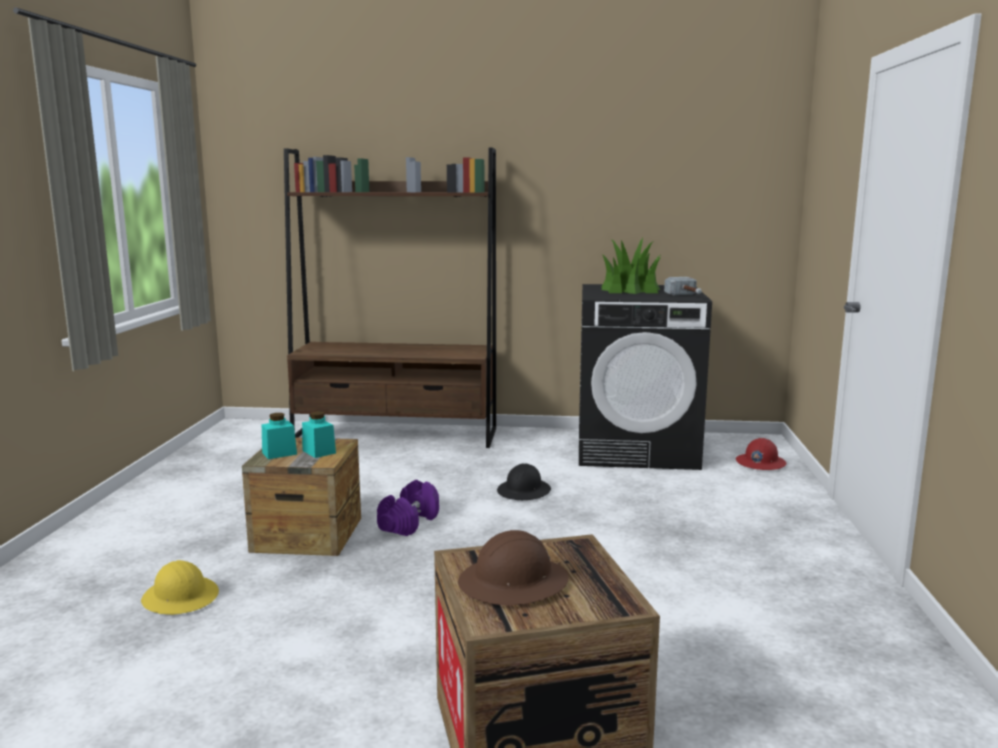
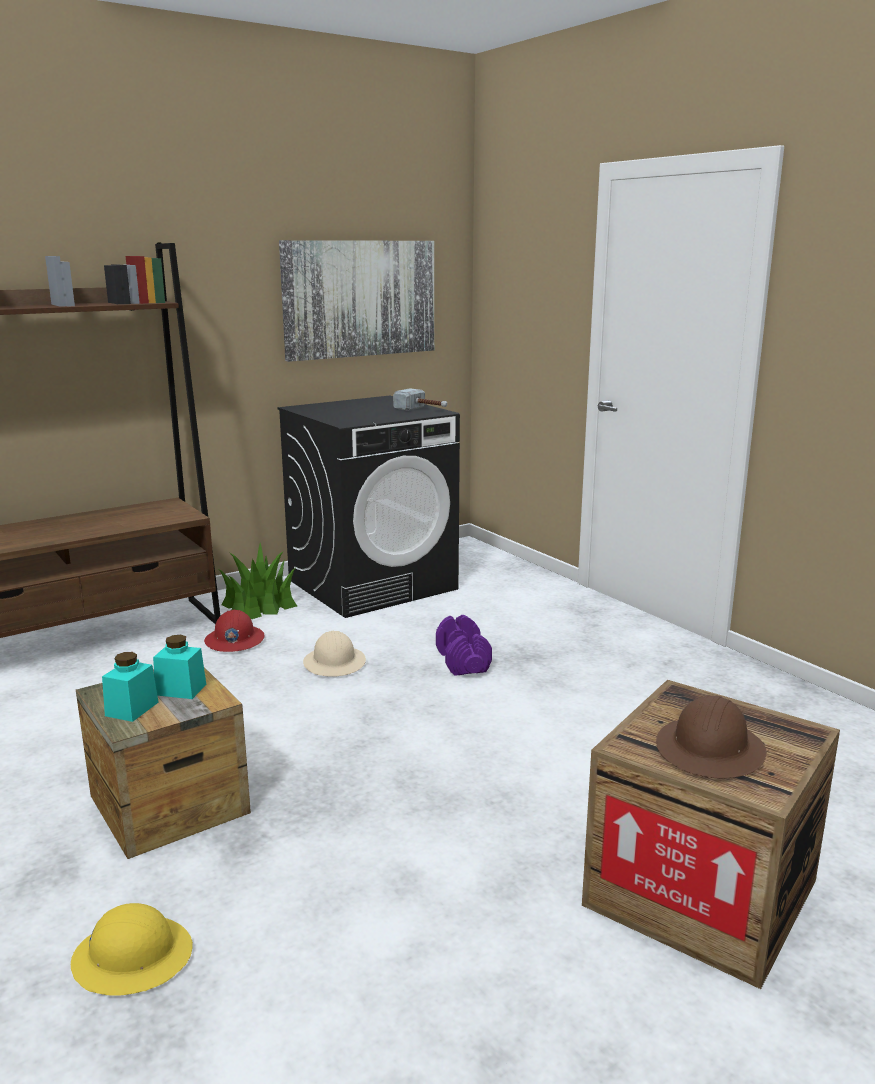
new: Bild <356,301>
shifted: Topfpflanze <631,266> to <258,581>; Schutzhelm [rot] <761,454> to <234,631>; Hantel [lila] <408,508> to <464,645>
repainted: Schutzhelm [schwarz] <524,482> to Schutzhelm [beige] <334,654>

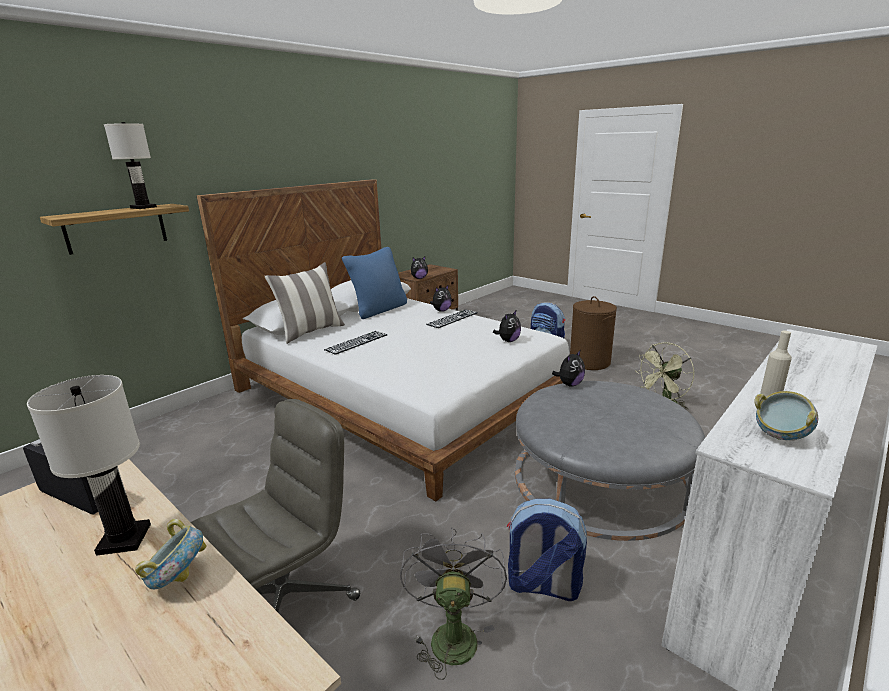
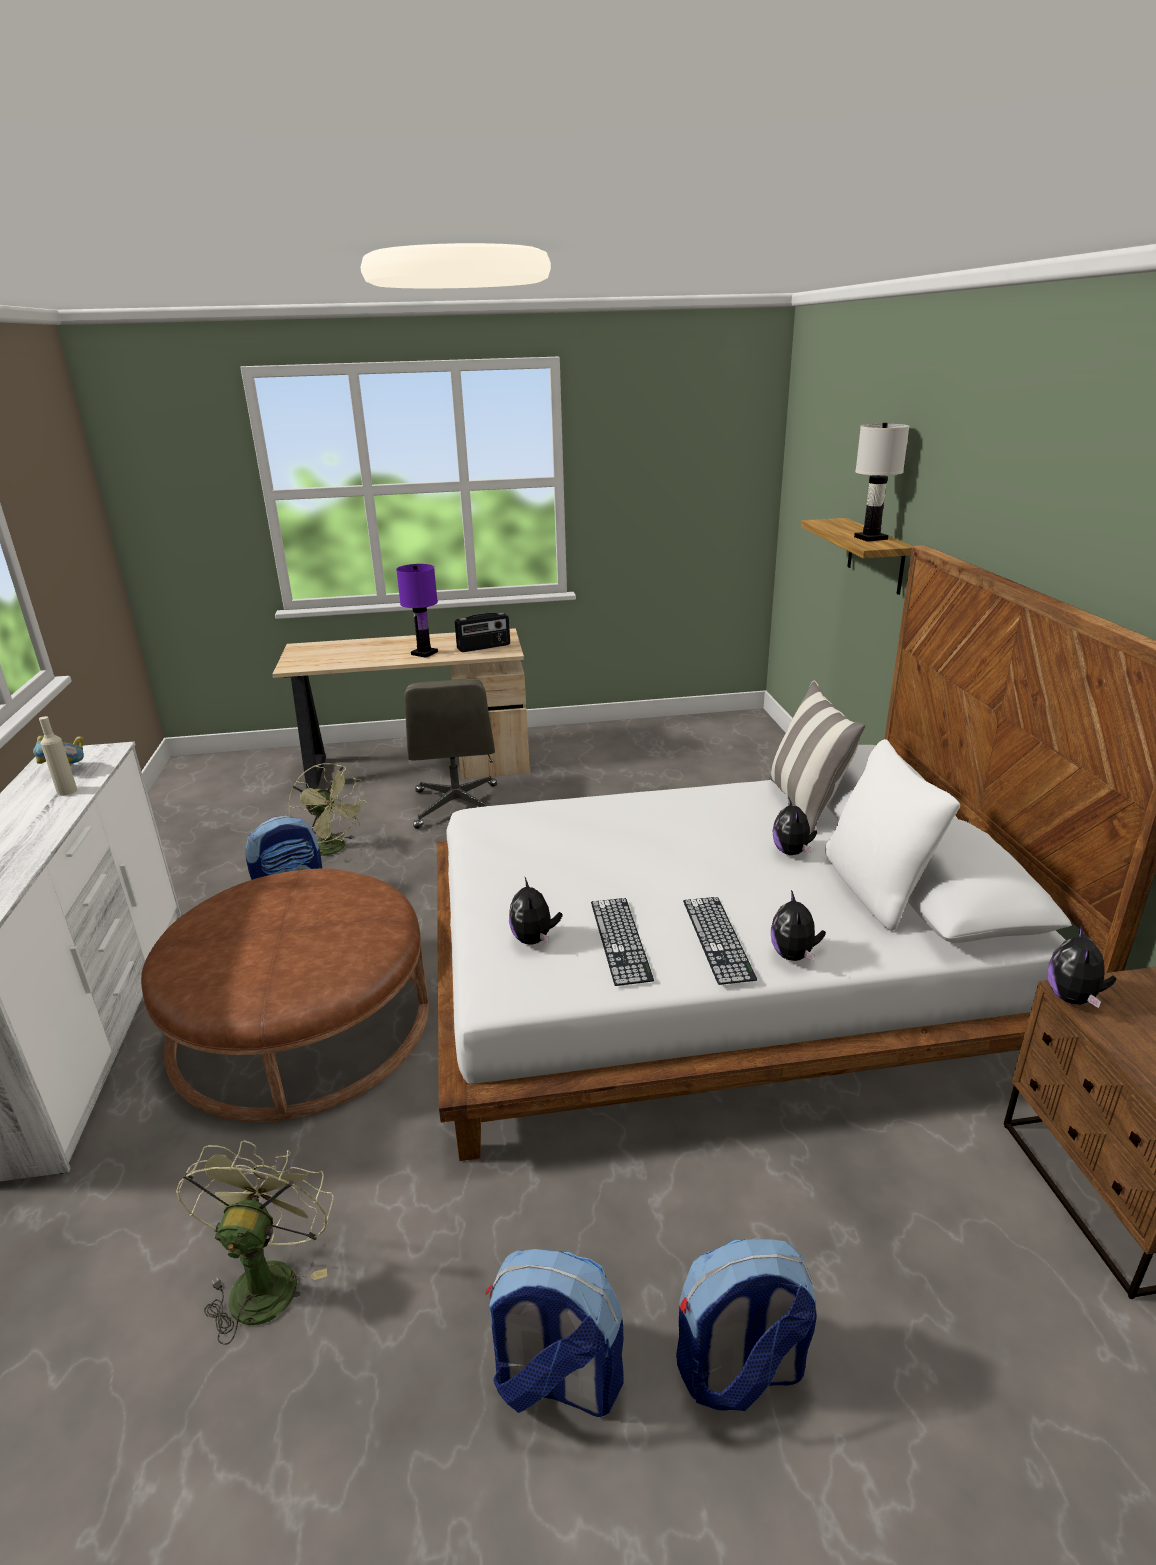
gone: Schüssel <170,554>
shifted: Tastatur <355,343> to <622,942>; Plüschtier <568,369> to <794,825>
swapped: Wäschekorb [braun] <593,333> to Rucksack <554,1333>
repainted: Kissen [blau] <374,283> to Kissen [weiß] <892,835>; Tischlampe [weiß] <89,465> to Tischlampe [lila] <417,611>; Polsterhocker [grau] <610,461> to Polsterhocker [braun] <285,995>; Ventilator [grau] <453,603> to Ventilator [grün] <327,809>

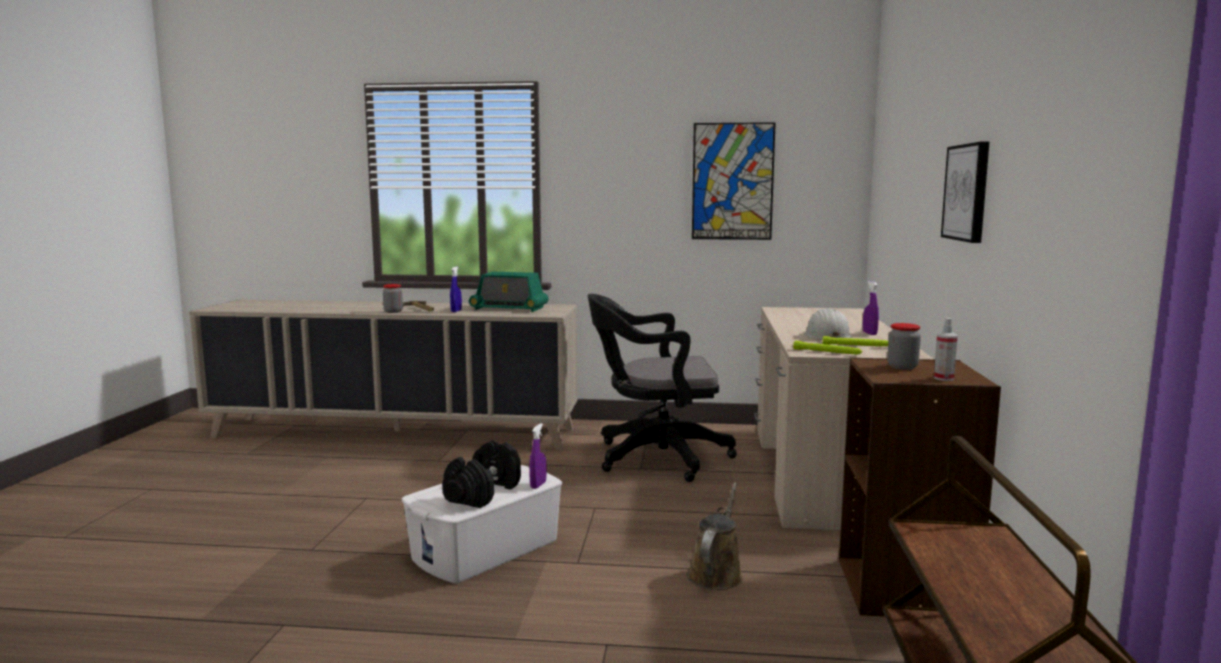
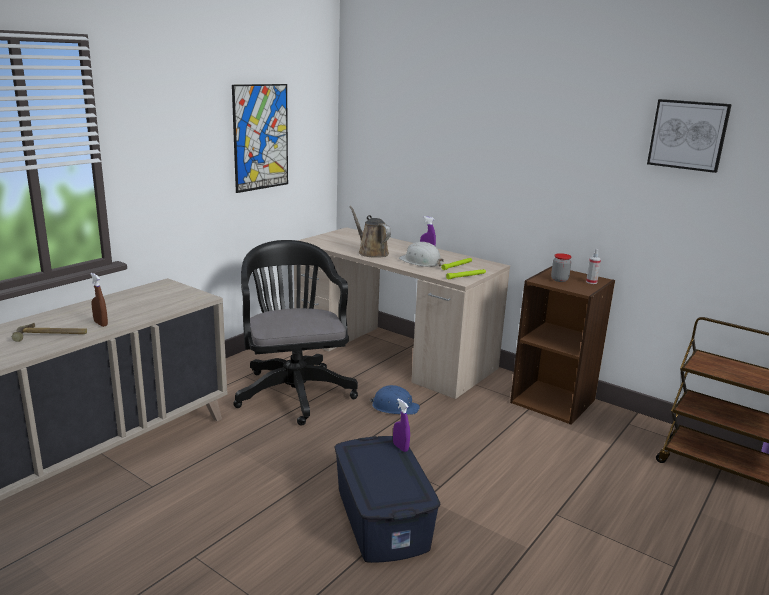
gone: Radio <509,292>; Vorratsglas <393,298>; Hantel [schwarz] <481,474>
new: Schutzhelm [blau] <394,399>
shifted: Bild <965,192> to <689,136>; Gießkanne [braun] <715,536> to <370,232>
repainted: Sprühflasche [blau] <456,289> to Sprühflasche [braun] <99,300>; Aufbewahrungsbox [weiß] <482,524> to Aufbewahrungsbox [blau] <388,499>
rotated: Bürostuhl [schwarz] <662,388> = <295,333> 135 degrees clockwise

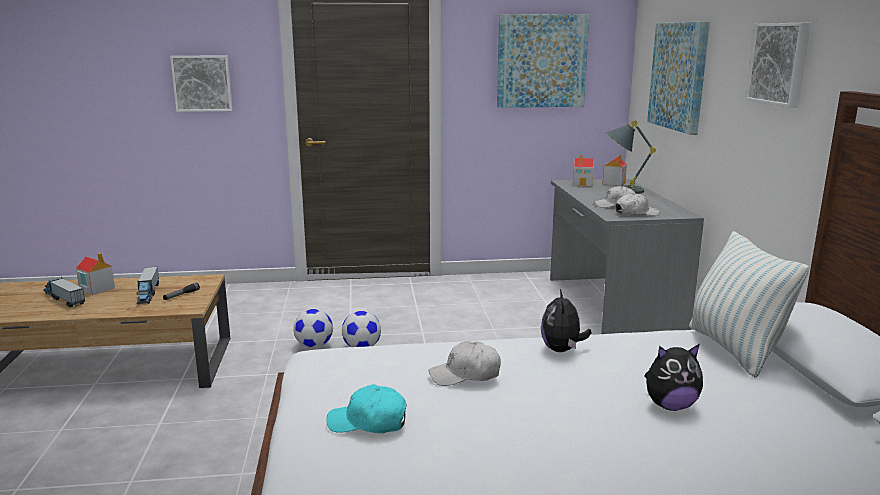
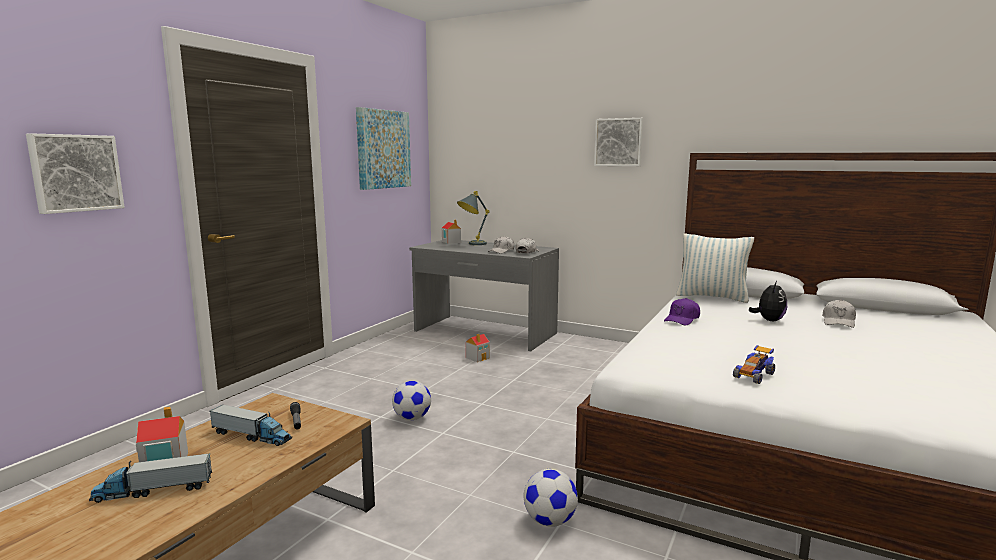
gone: Bild <678,78>
shifted: Spielzeughaus <583,170> to <478,348>; Fußball <313,328> to <551,498>; Kappe [weiß] <465,363> to <839,314>
swapped: Plüschtier <566,320> to Kappe [lila] <682,312>; Kappe [türkis] <367,408> to Spielzeugauto <754,364>

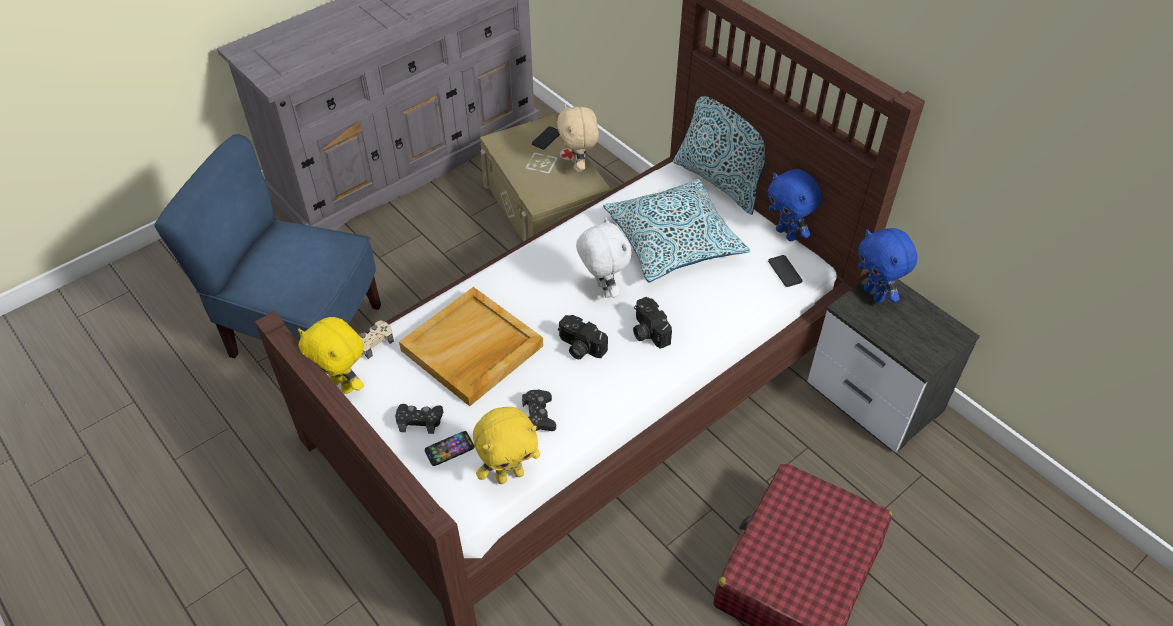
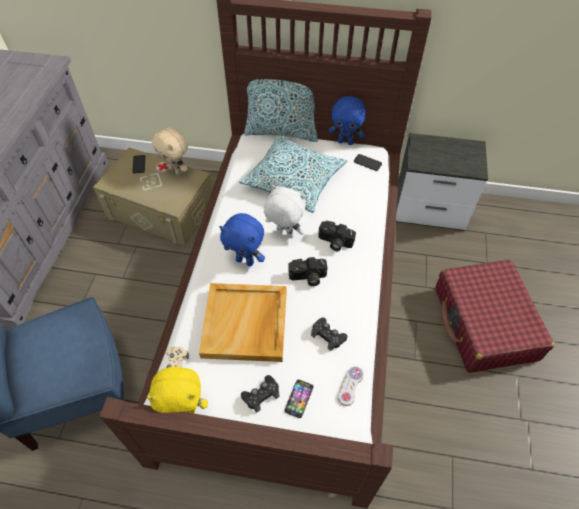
shifted: Plüschtier [blau] <888,265> to <242,239>
swapped: Plüschtier [gelb] <506,445> to Gamepad [weiß] <351,386>

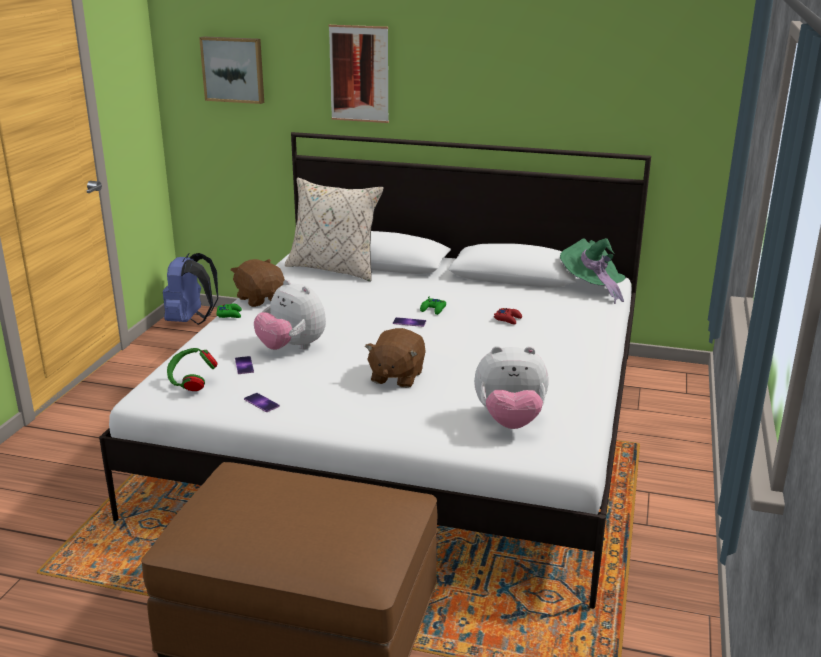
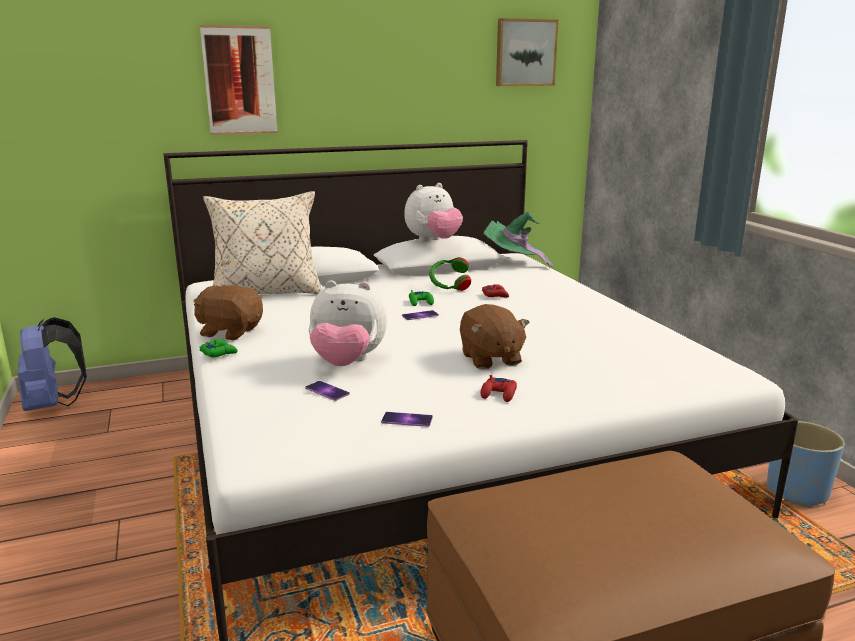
new: Gamepad [rot] <499,388>; Pflanzkübel [blau] <806,464>
shifted: Bild <231,70> to <527,52>; Plüschtier <511,387> to <433,212>; Kopfhörer [grün] <192,369> to <450,274>

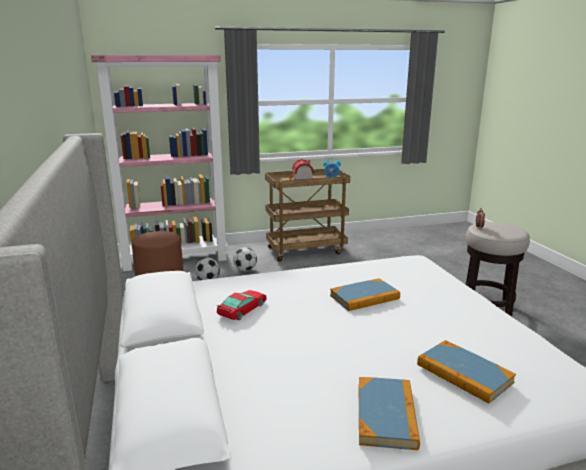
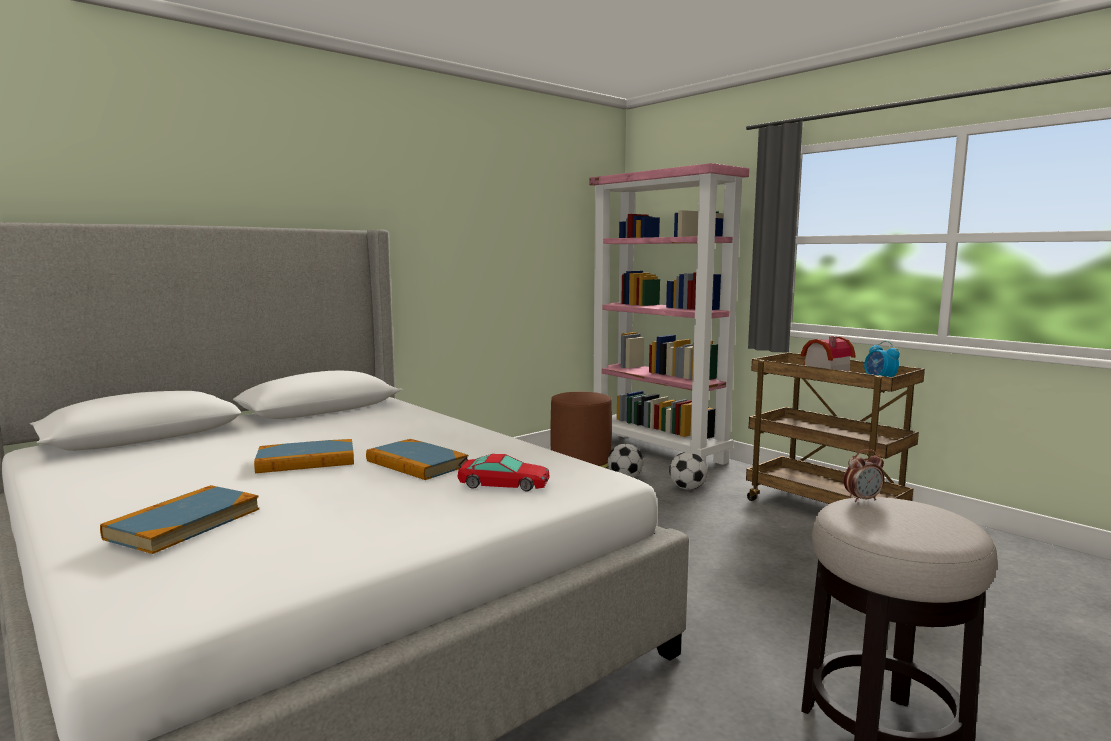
shifted: Spielzeugauto <242,305> to <503,472>; Buch <389,413> to <304,456>

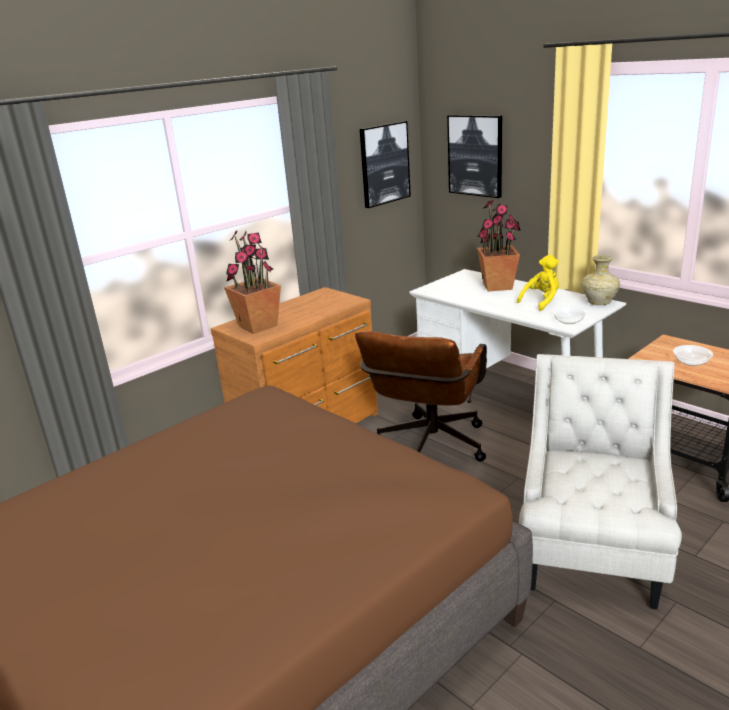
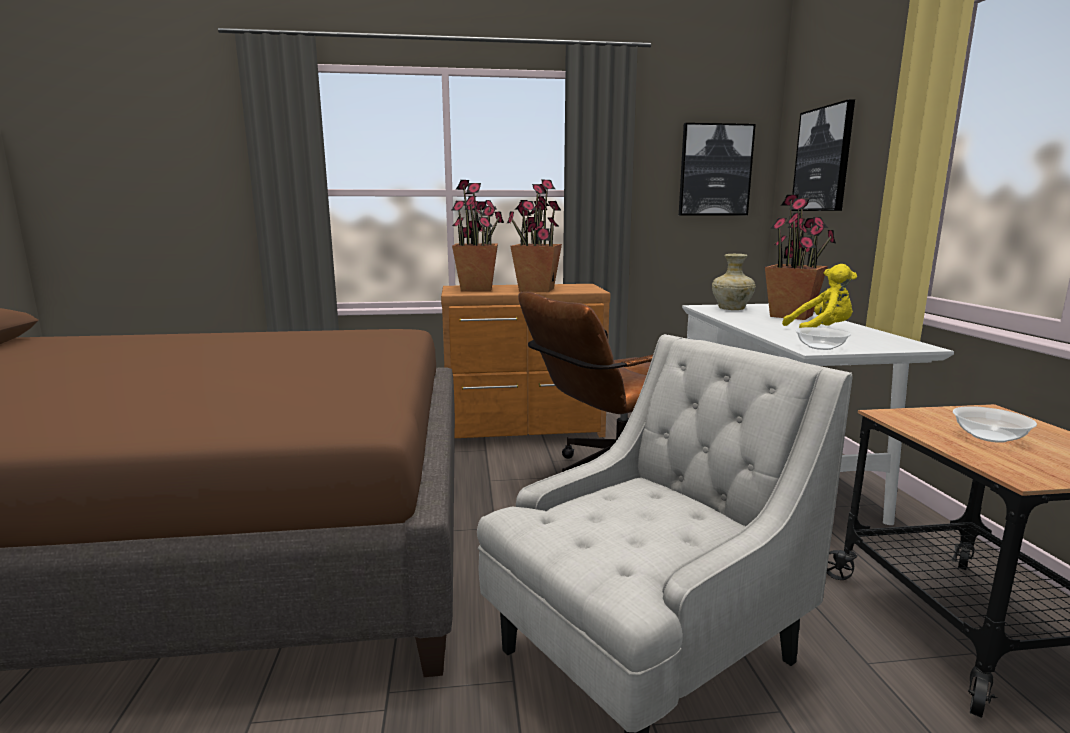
new: Topfpflanze <534,235>
shifted: Vase [beige] <601,280> to <733,282>

